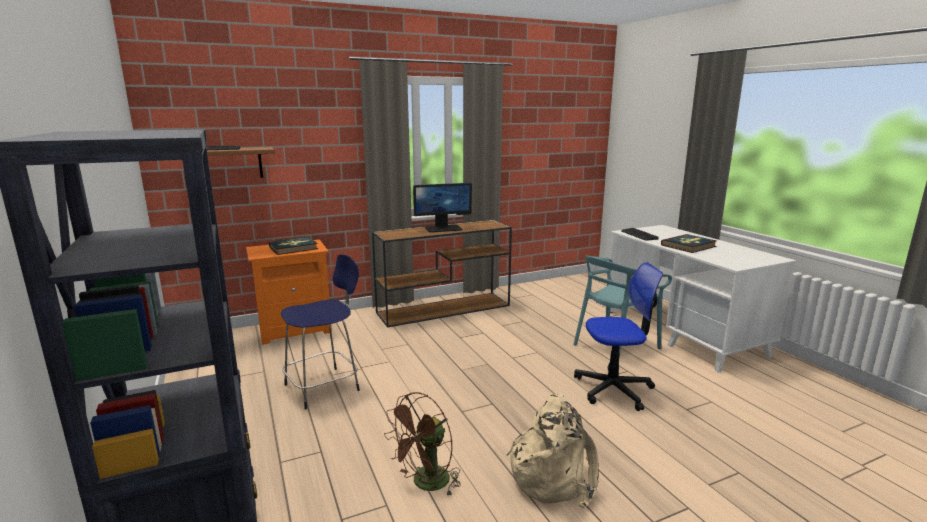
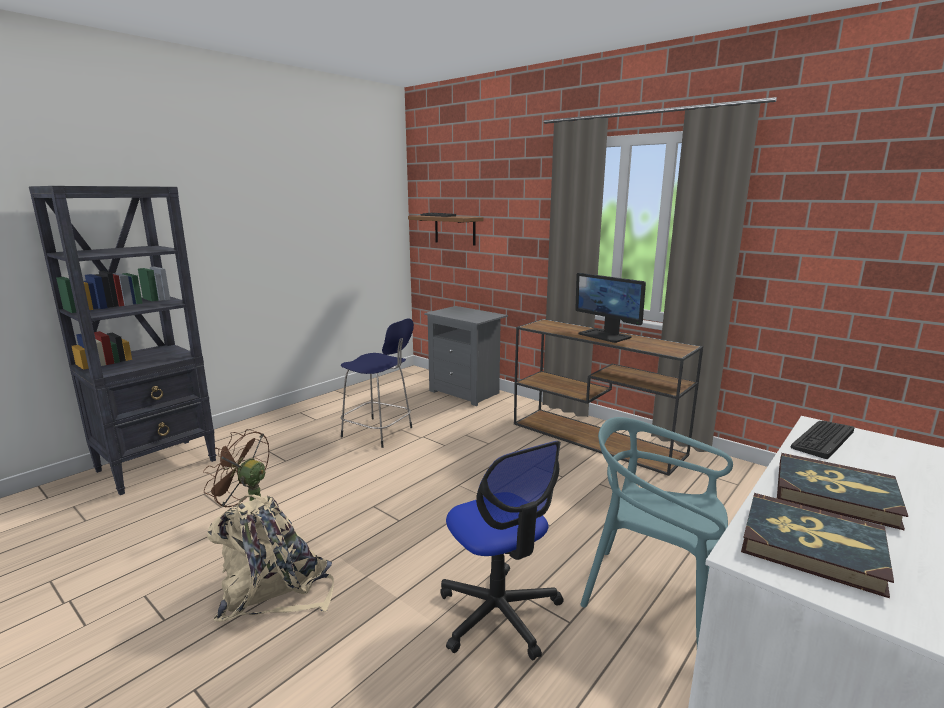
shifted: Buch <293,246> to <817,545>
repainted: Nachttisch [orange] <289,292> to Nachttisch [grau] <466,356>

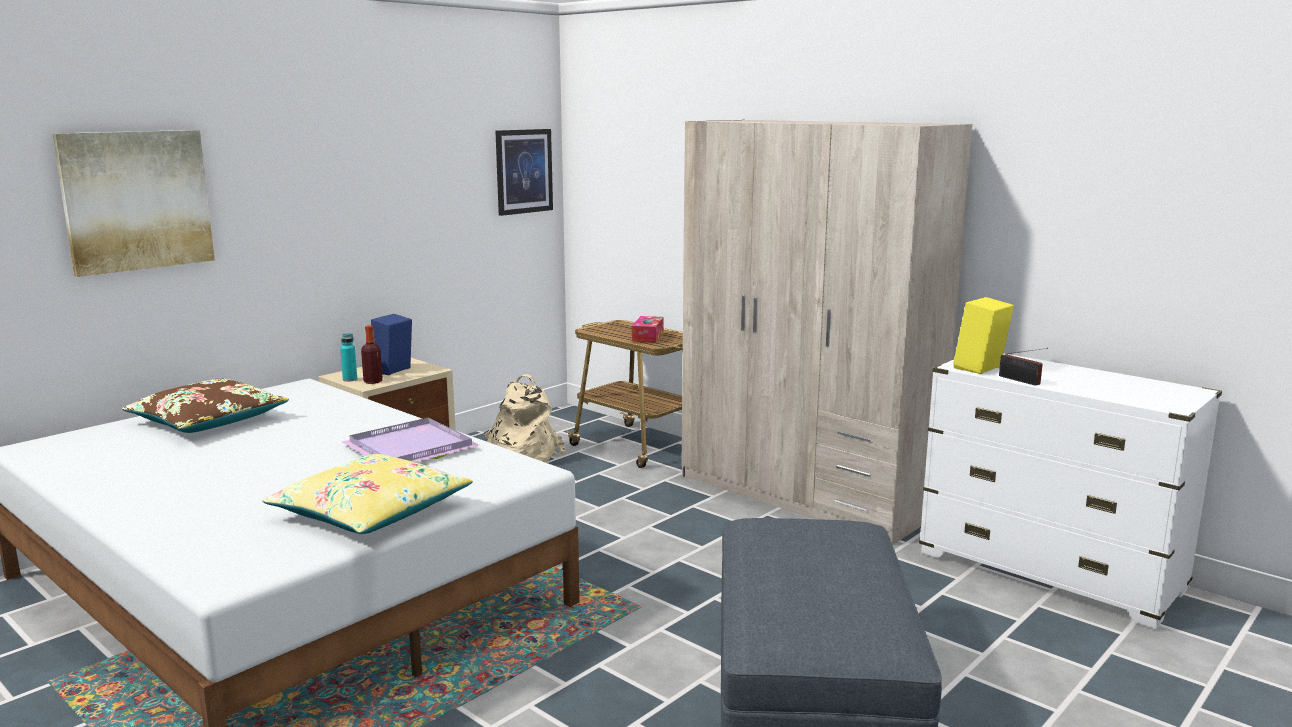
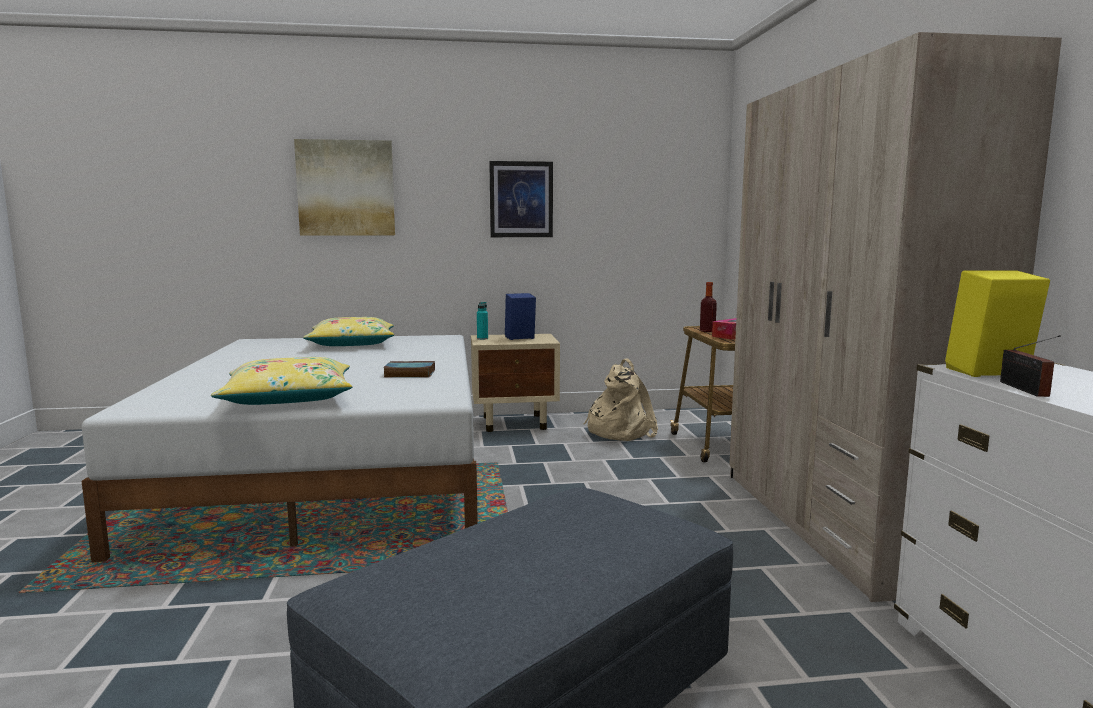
shifted: Bild <524,172> to <521,199>; Flasche <372,354> to <708,307>
swapped: Tablett [lila] <411,440> to Buch <409,369>
repainted: Kissen [braun] <205,405> to Kissen [gelb] <348,331>

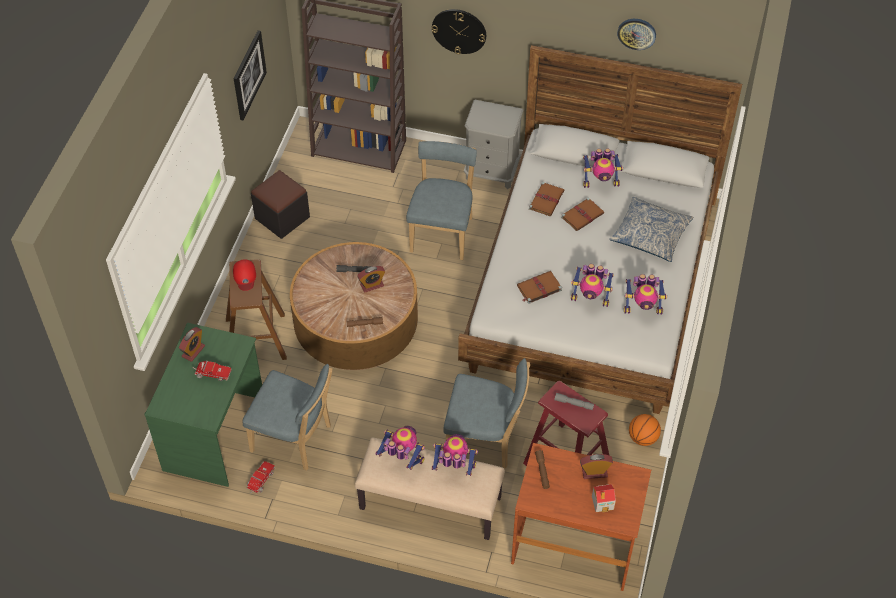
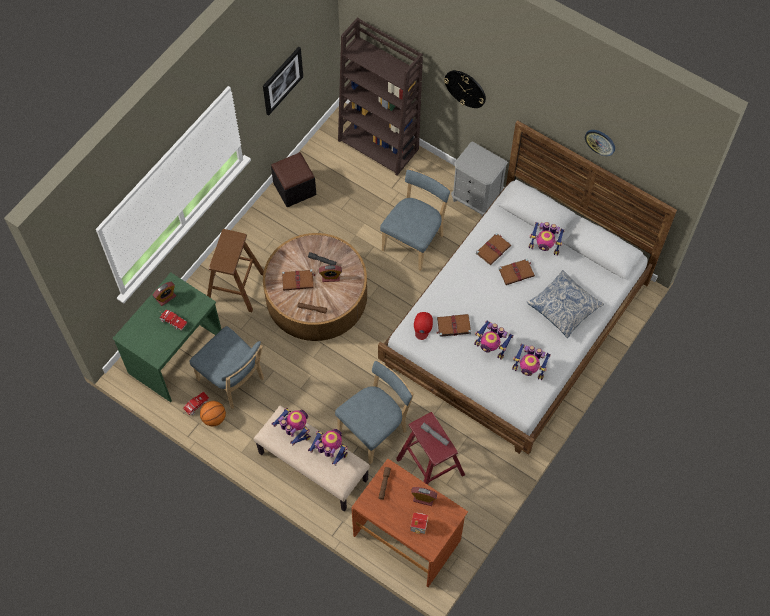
new: Buch [braun] <298,279>
shifted: Kappe [rot] <244,275> to <423,326>; Basketball <645,430> to <213,413>
rotated: Stuhl [blau] <487,413> = <374,412> 75 degrees counterclockwise

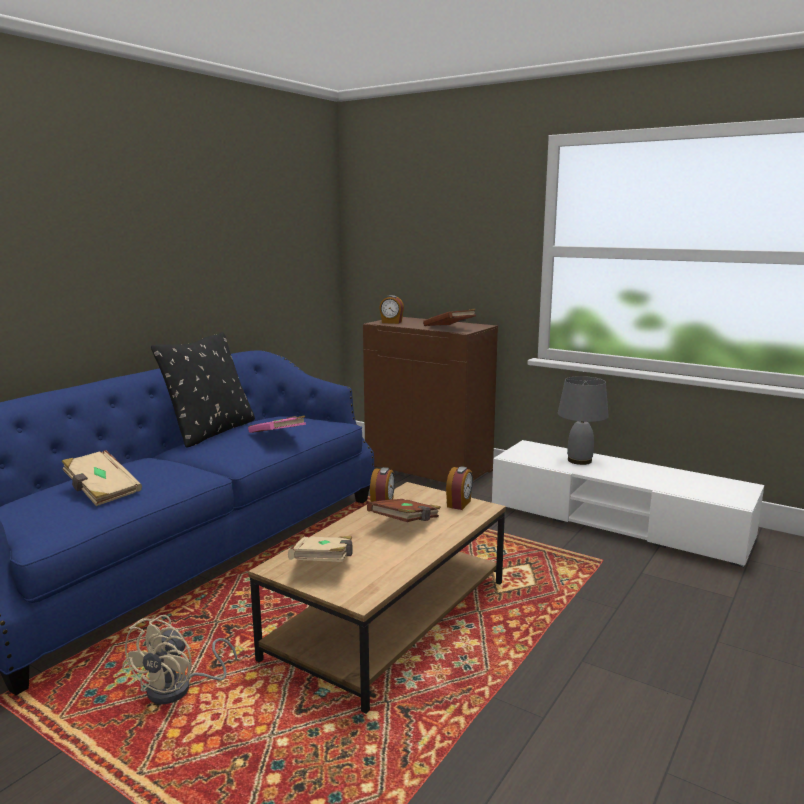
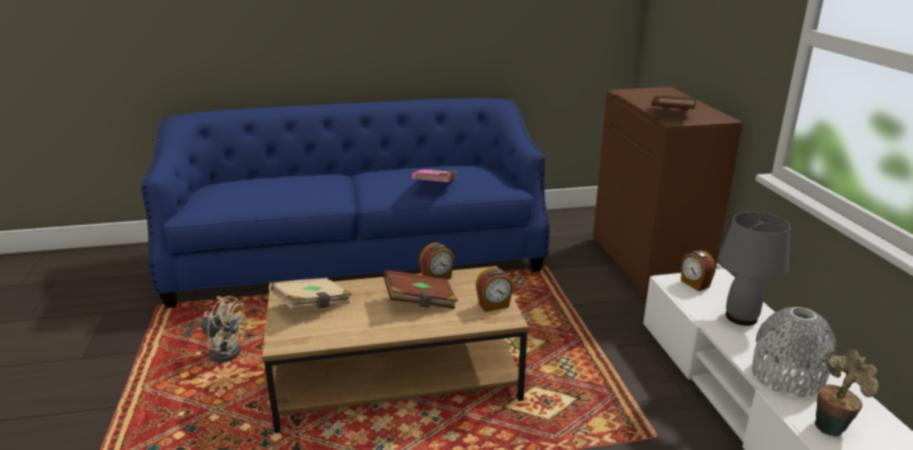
gone: Kissen [schwarz] <203,389>; Buch [beige] <101,478>
new: Vase [grau] <794,352>; Topfpflanze <847,392>
shifted: Wecker <391,309> to <698,270>
rotated: Ventilator [beige] <179,659> = <221,329> 135 degrees counterclockwise

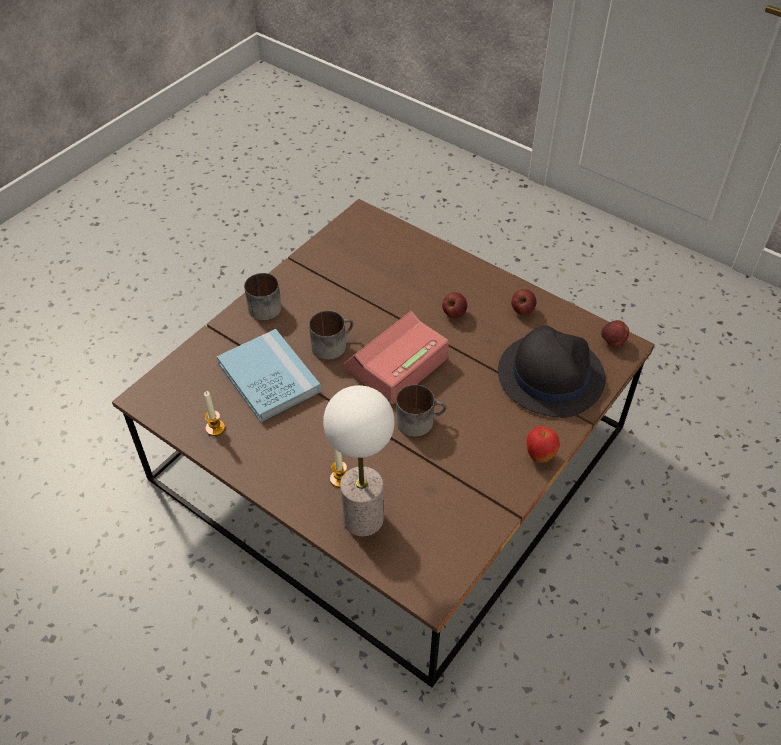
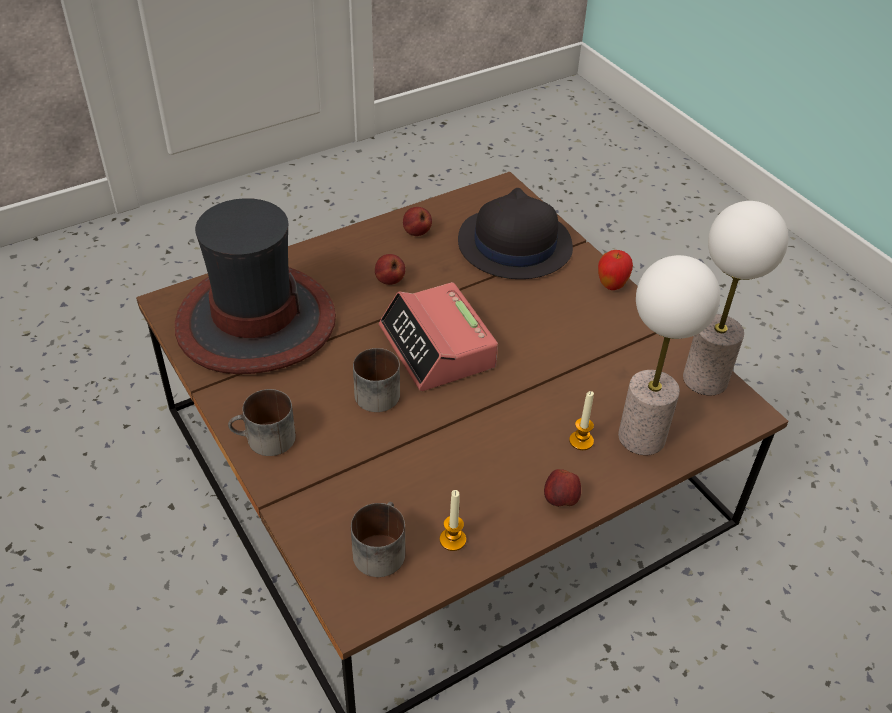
gone: Buch [blau] <269,375>
new: Hut <255,286>; Tischlampe <735,298>
shifted: Apfel <615,333> to <562,488>; Henkelbecher <421,411> to <378,539>

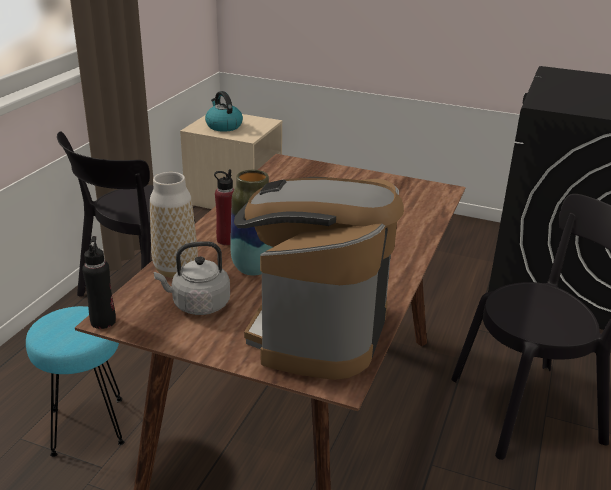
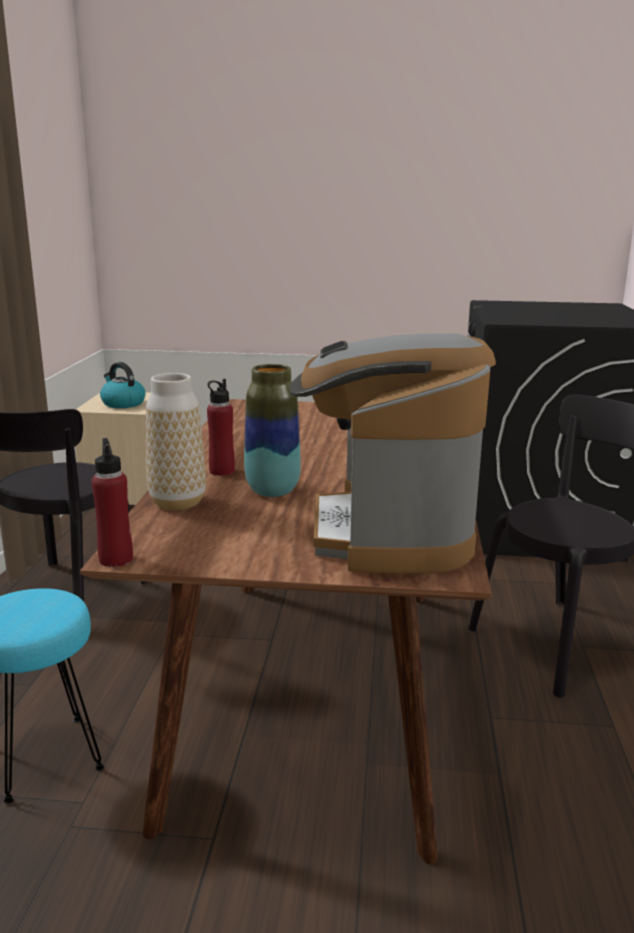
gone: Wasserkessel [grau] <192,278>
repainted: Flasche [schwarz] <99,282> to Flasche [rot] <112,502>

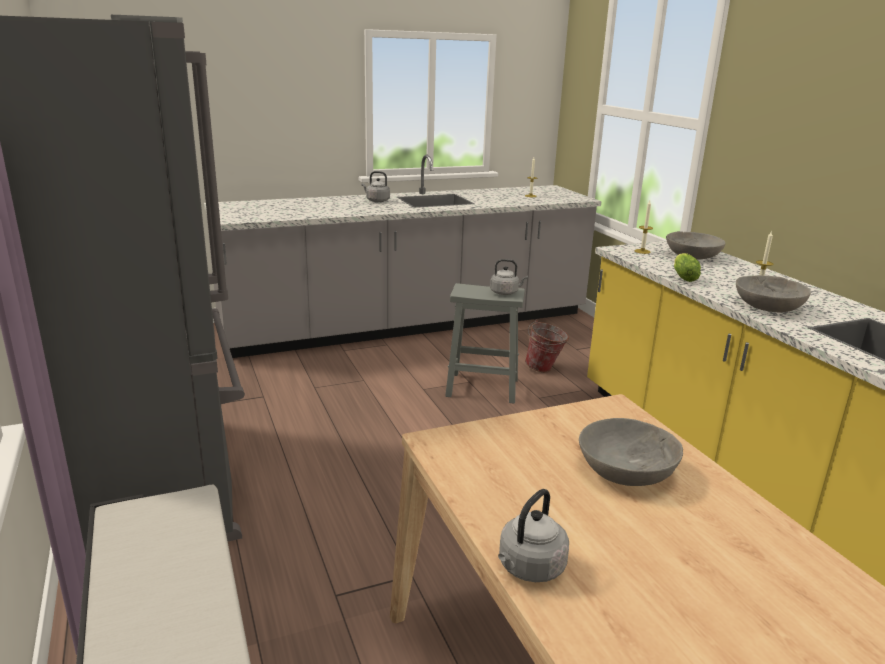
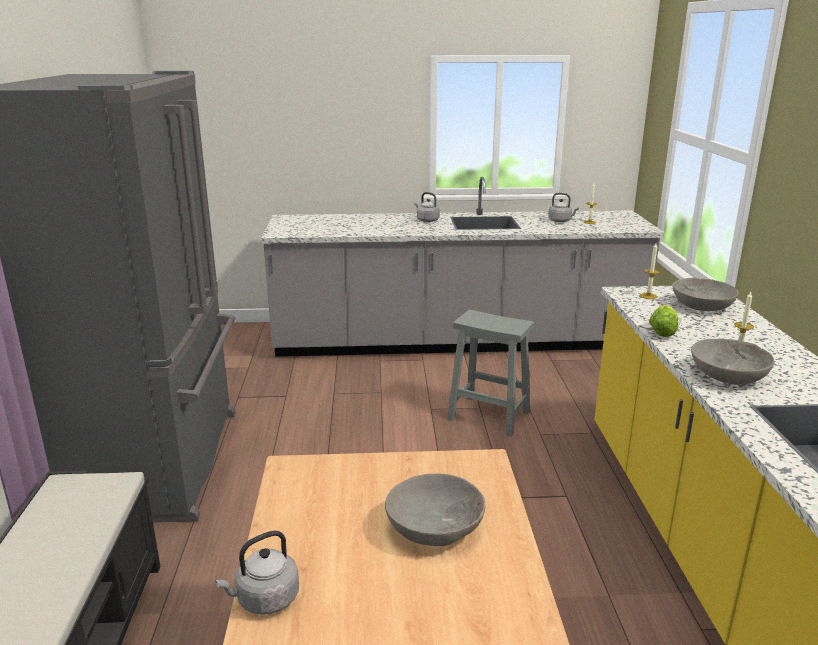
gone: Eimer <547,346>
shifted: Wasserkessel [grau] <509,277> to <563,207>

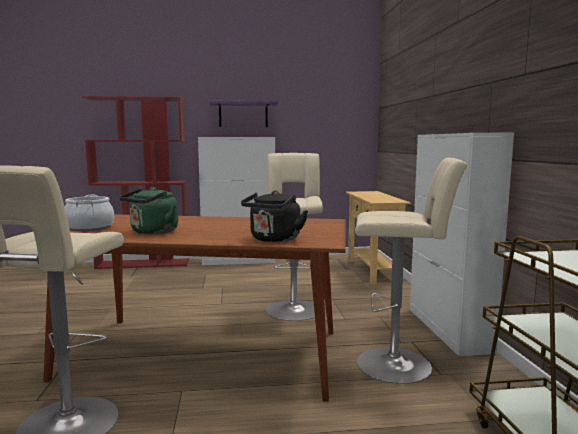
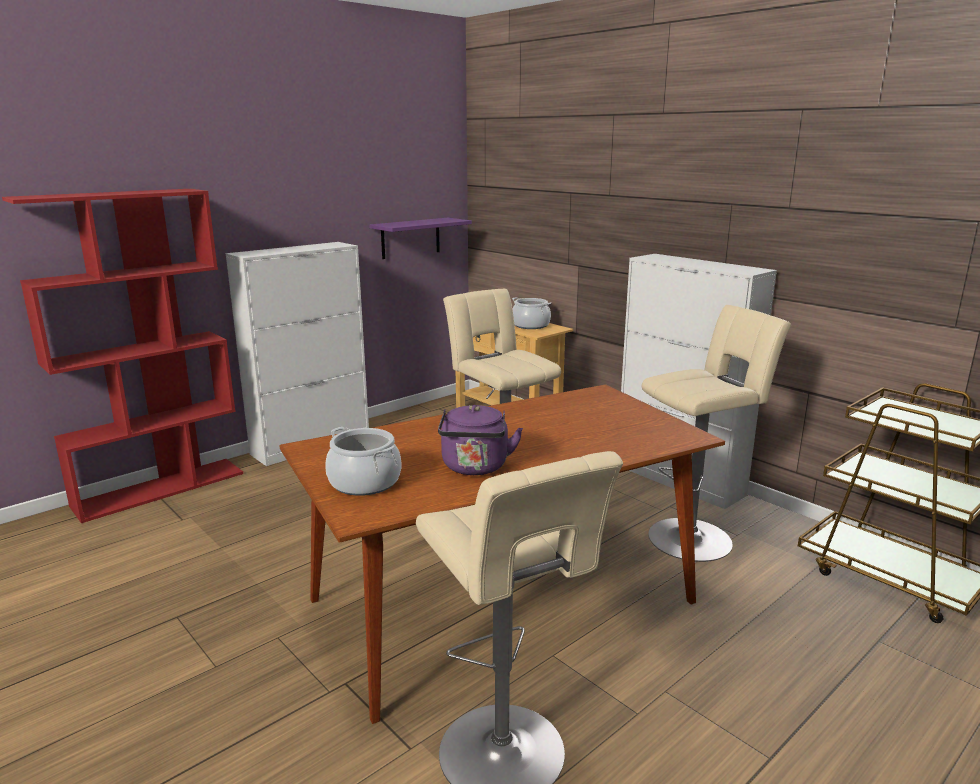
gone: Wasserkessel [schwarz] <274,216>
new: Kochtopf <531,313>
shifted: Wandregal [lila] <243,113> to <420,238>
repainted: Wasserkessel [grün] <148,210> to Wasserkessel [lila] <480,440>

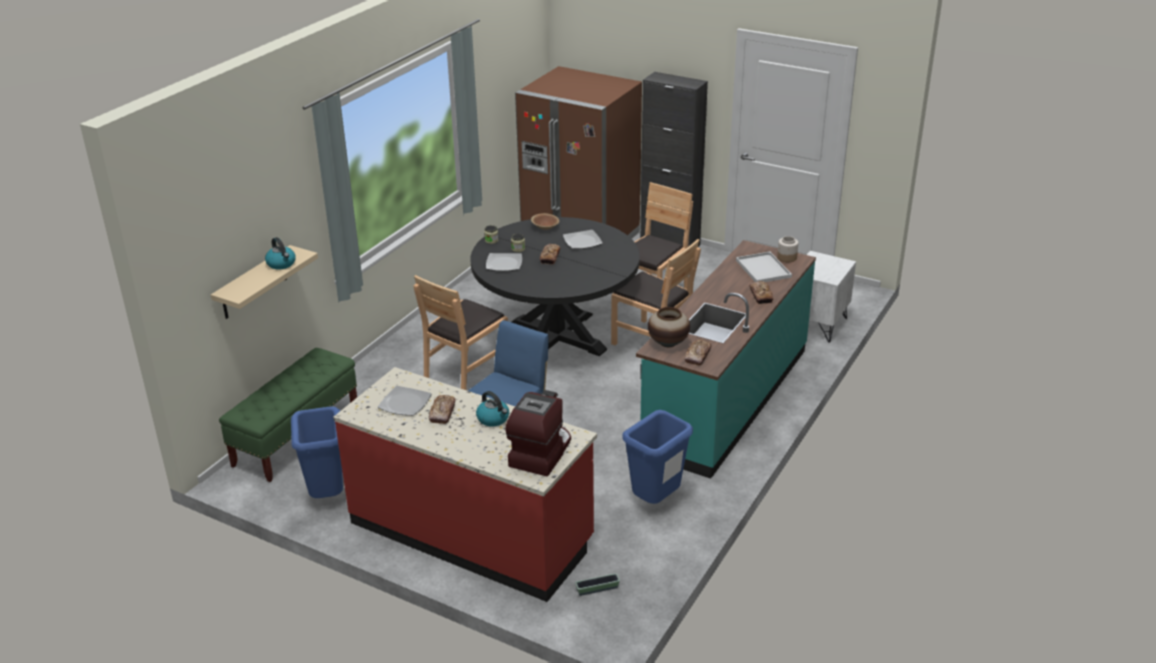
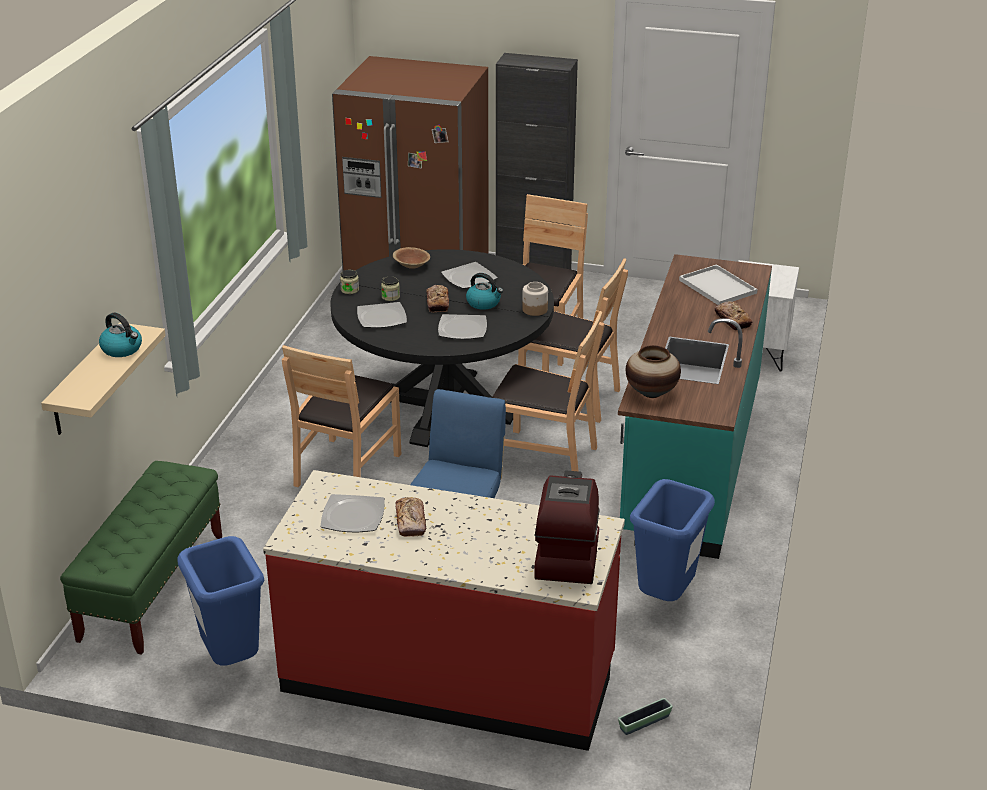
gone: Brot <698,353>
new: Stuhl [braun] <548,391>; Teller <462,326>
shifted: Vorratsglas <787,249> to <535,299>; Wasserkessel <492,409> to <484,291>

